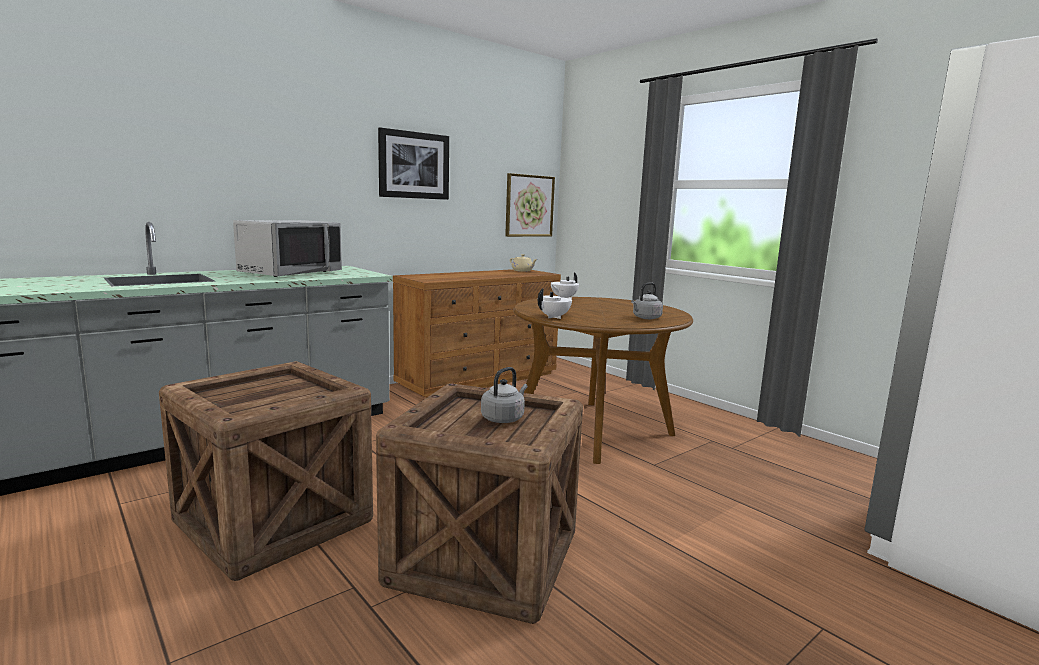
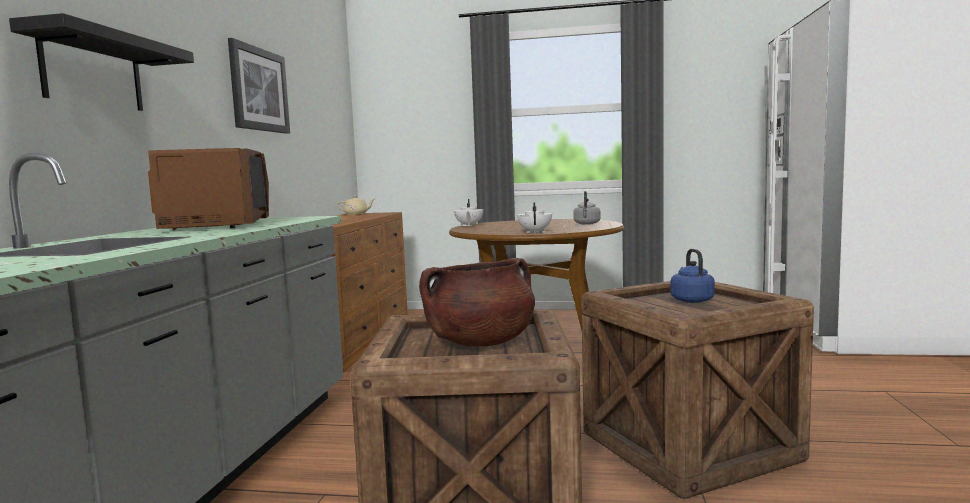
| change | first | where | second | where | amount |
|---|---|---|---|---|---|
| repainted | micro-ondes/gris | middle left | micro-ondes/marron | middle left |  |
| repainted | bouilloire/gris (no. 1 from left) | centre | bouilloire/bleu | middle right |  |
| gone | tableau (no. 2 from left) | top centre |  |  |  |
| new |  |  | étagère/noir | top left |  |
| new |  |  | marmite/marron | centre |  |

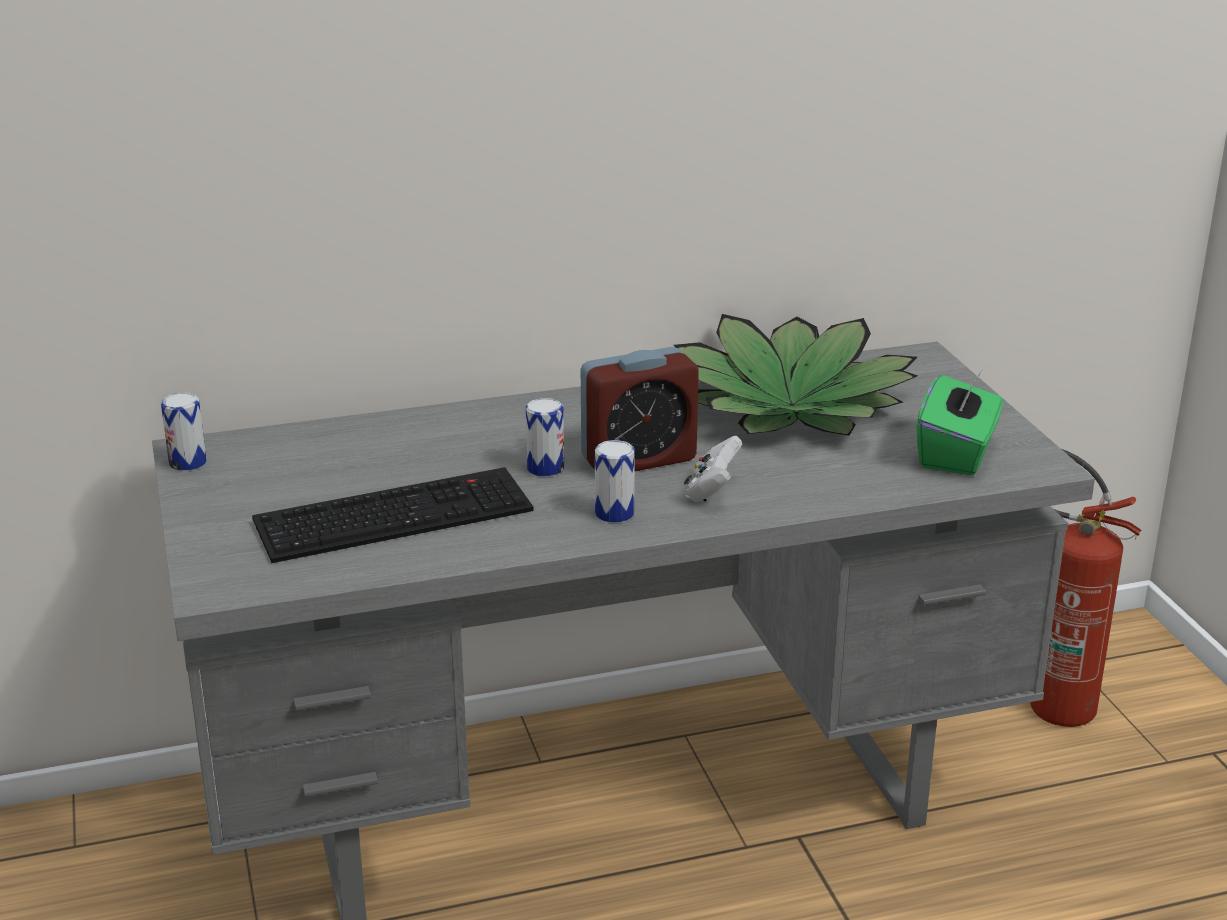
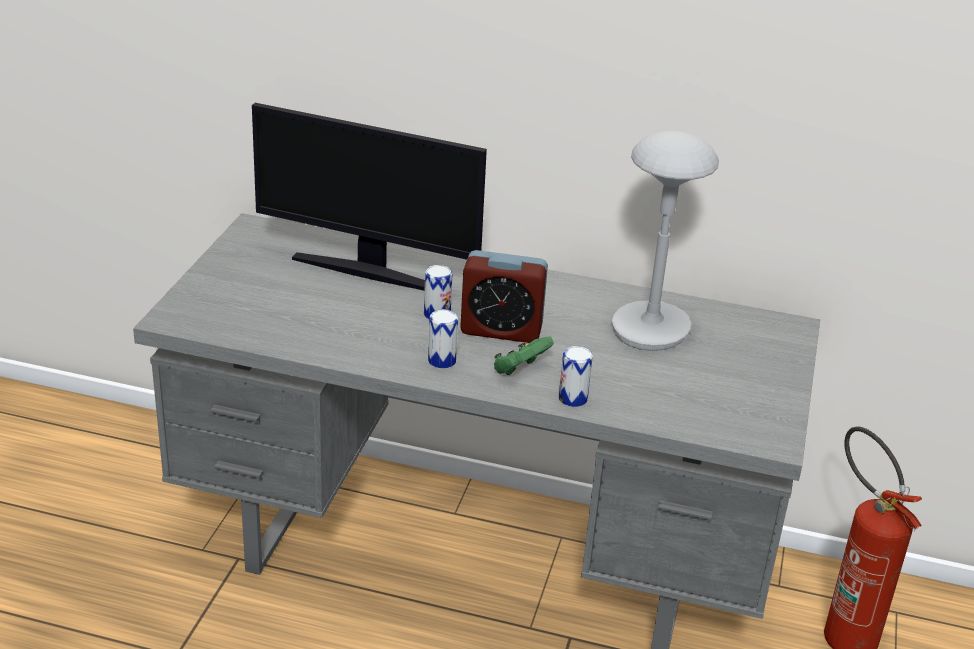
| change | first | where | second | where | amount |
|---|---|---|---|---|---|
| shifted | boîte métallique (no. 1 from left in the first image) | middle left | boîte métallique (no. 3 from left) | centre |  |
| gone | clavier | middle left |  |  |  |
| swapped | plante en pot | centre | lampe de table/gris | middle right |  |
| repainted | manette/blanc | centre | manette/vert | centre |  |
| gone | boîte à mouchoirs/vert | middle right |  |  |  |
| new |  |  | écran d'ordinateur | top centre |  |

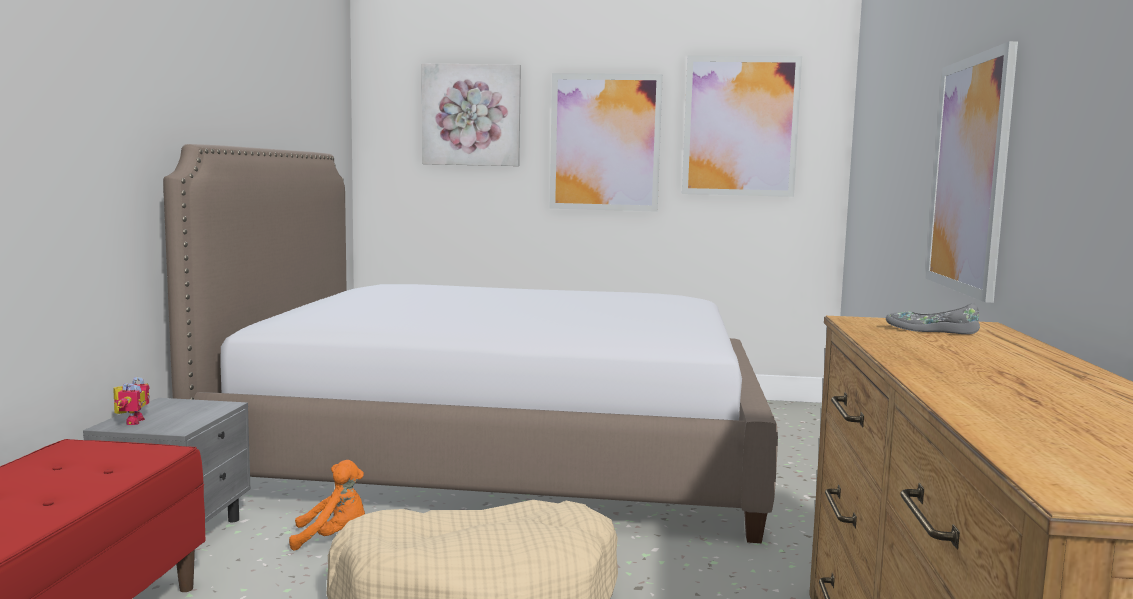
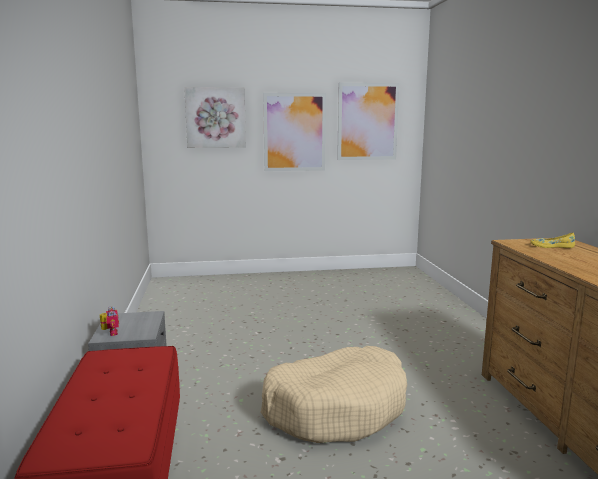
| change | first | where | second | where | amount |
|---|---|---|---|---|---|
| gone | lit | centre |  |  |  |
| gone | peluche/orange | bottom left |  |  |  |
| repainted | chaussure/gris | middle right | chaussure/jaune | middle right |  |
| gone | tableau (no. 4 from left) | top right |  |  |  |

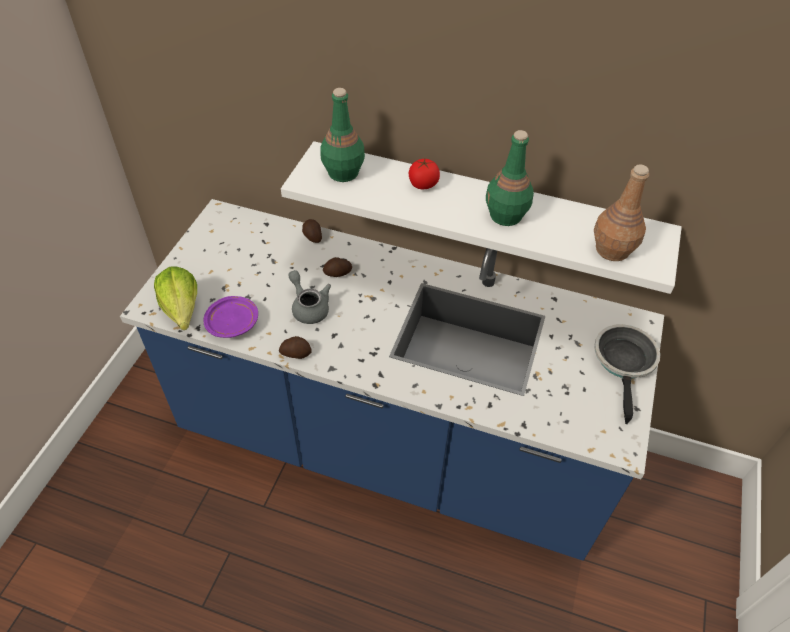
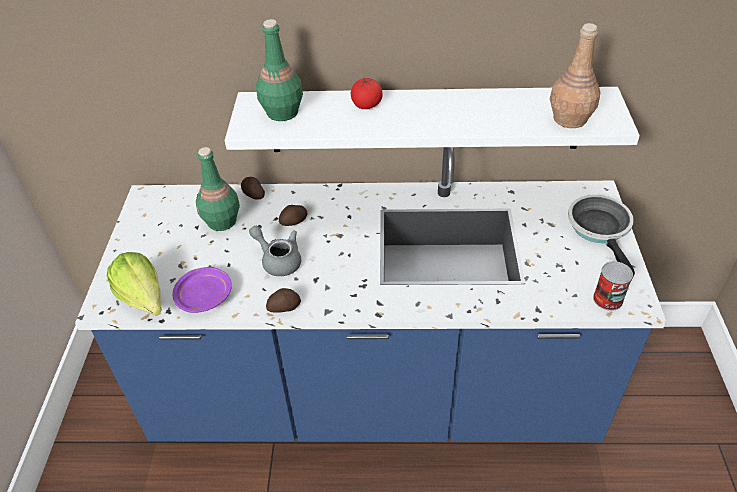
| change | first | where | second | where | amount |
|---|---|---|---|---|---|
| shifted | bouteille/vert (no. 2 from left in the first image) | top centre | bouteille/vert (no. 1 from left) | middle left |  |
| new |  |  | boîte métallique | middle right |  |

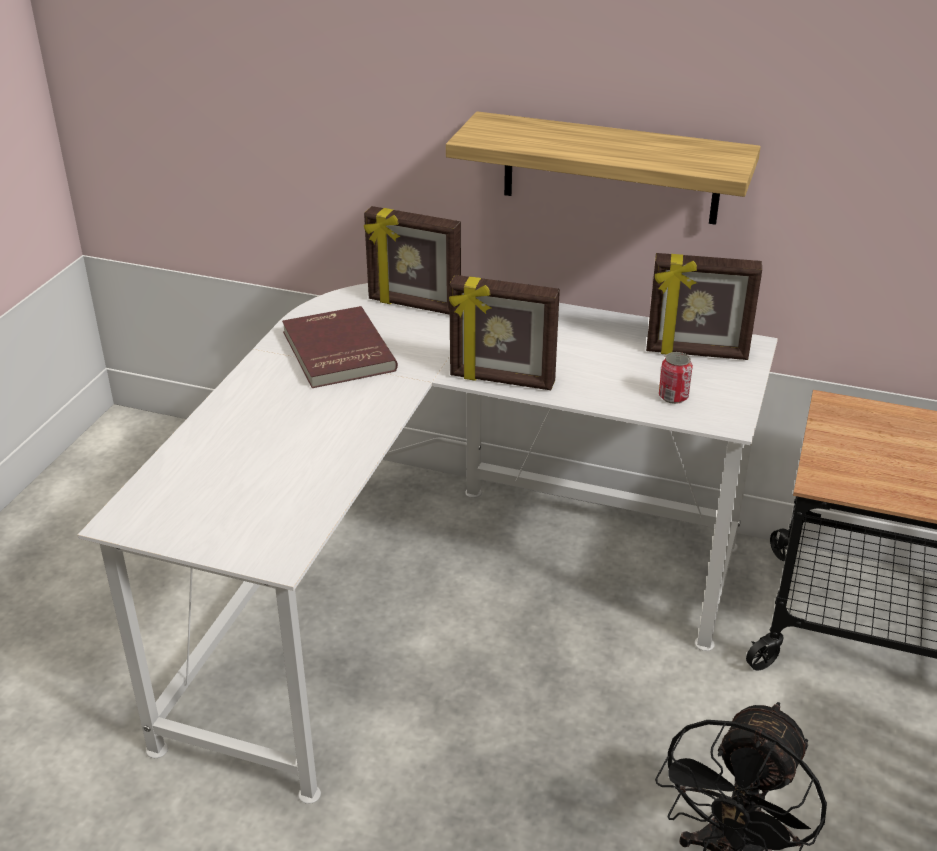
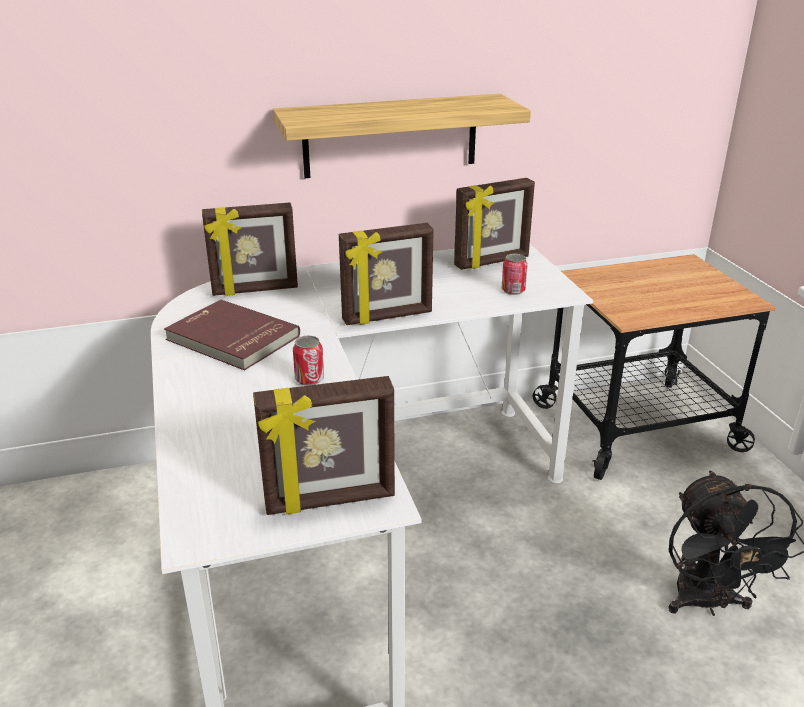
| change | first | where | second | where | amount |
|---|---|---|---|---|---|
| new |  |  | cadre photo (no. 2 from left) | centre |  |
| new |  |  | boîte métallique (no. 1 from left) | centre |  |

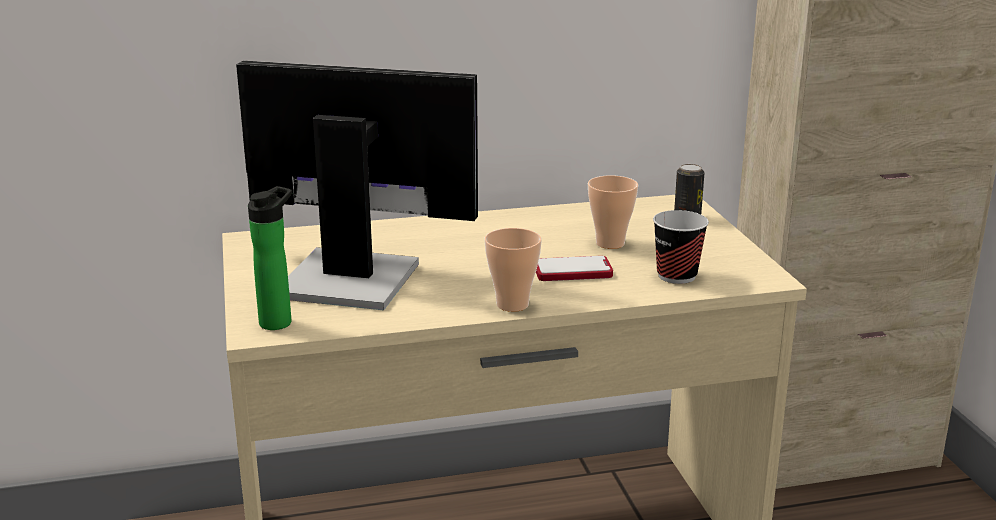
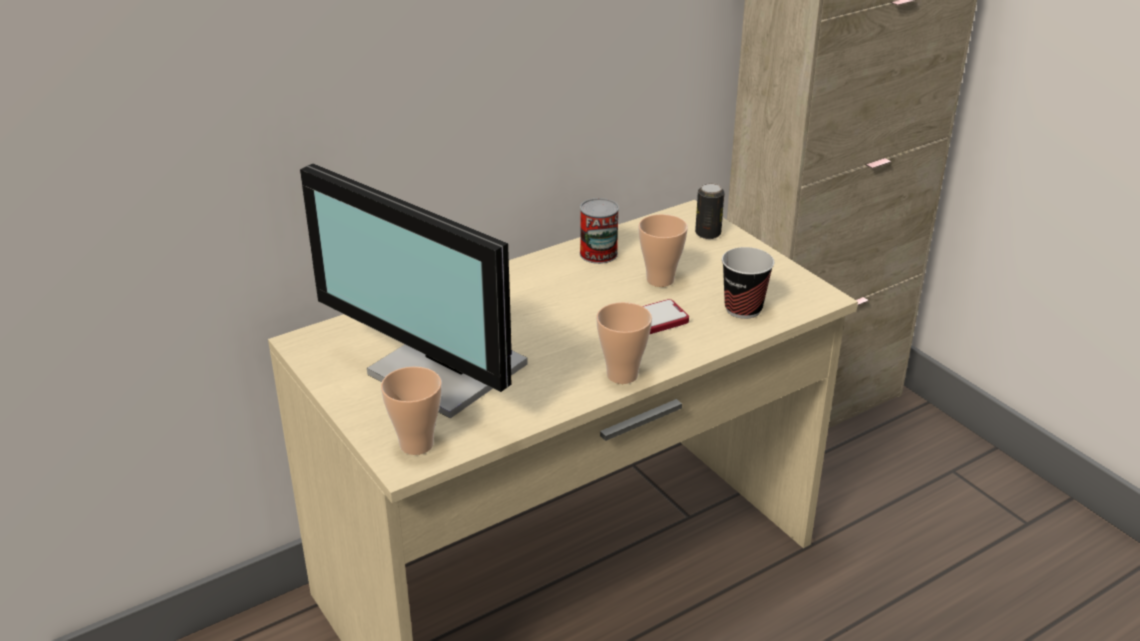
| change | first | where | second | where | amount |
|---|---|---|---|---|---|
| rotated | écran d'ordinateur | centre |  | centre | 135 degrees counterclockwise |
| swapped | bouteille | middle left | tasse (no. 1 from left) | centre |  |
| new |  |  | boîte métallique (no. 1 from left) | centre |  |

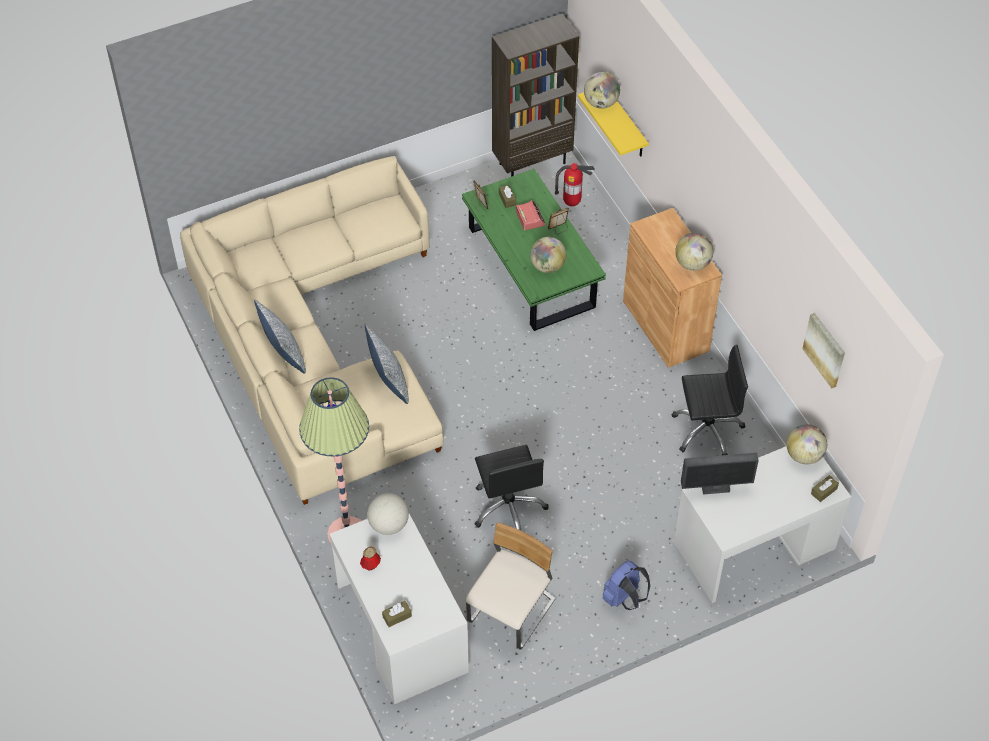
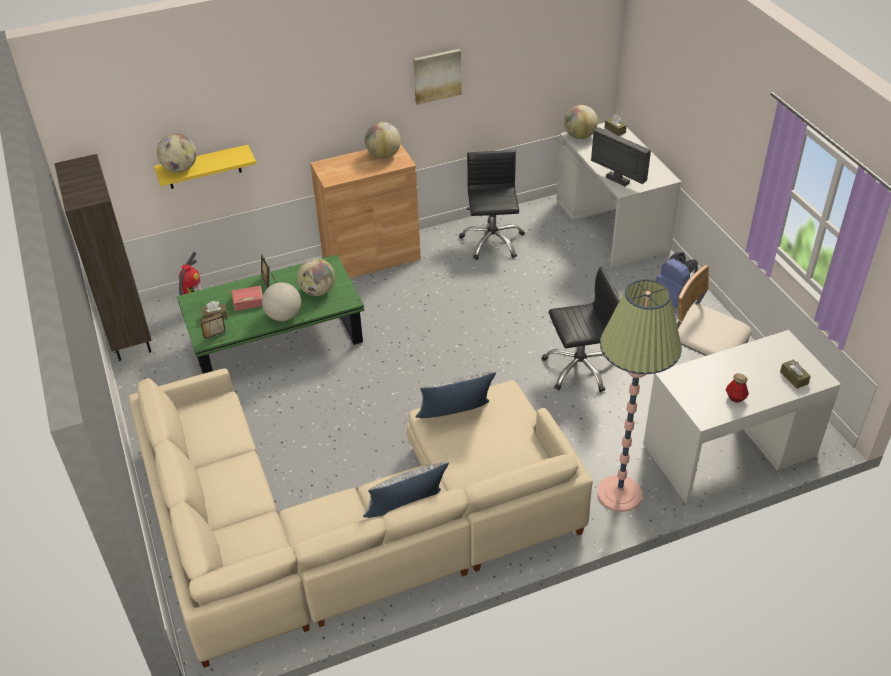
| change | first | where | second | where | amount |
|---|---|---|---|---|---|
| shifted | globe (no. 1 from left in the first image) | bottom centre | globe (no. 2 from left) | middle left |  |
| rotated | écran d'ordinateur | middle right |  | top right | 45 degrees counterclockwise |
| shifted | tableau | middle right |  | top centre |  |

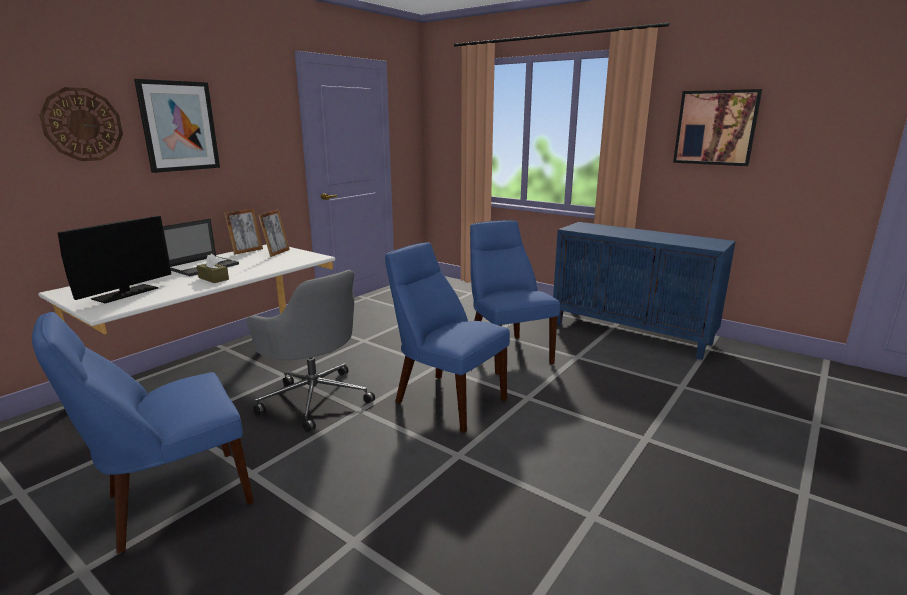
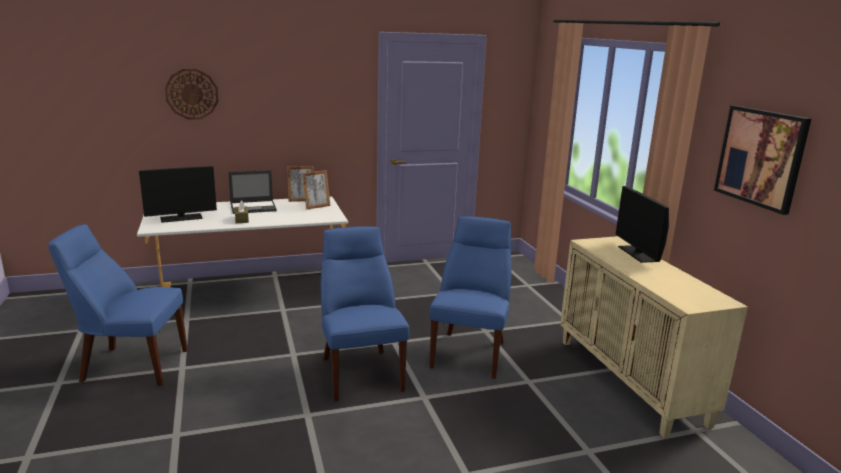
| change | first | where | second | where | amount |
|---|---|---|---|---|---|
| gone | tableau (no. 1 from left) | top left |  |  |  |
| gone | chaise de bureau/gris | centre |  |  |  |
| repainted | meuble de rangement/bleu | middle right | meuble de rangement/beige | bottom right |  |
| new |  |  | écran d'ordinateur (no. 2 from left) | middle right |  |

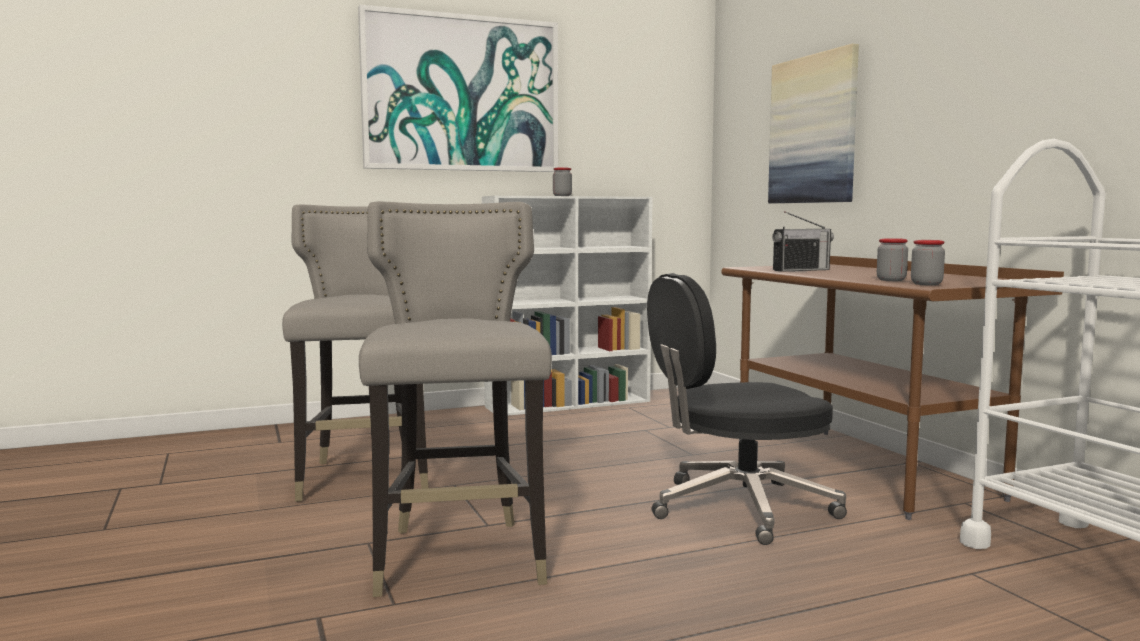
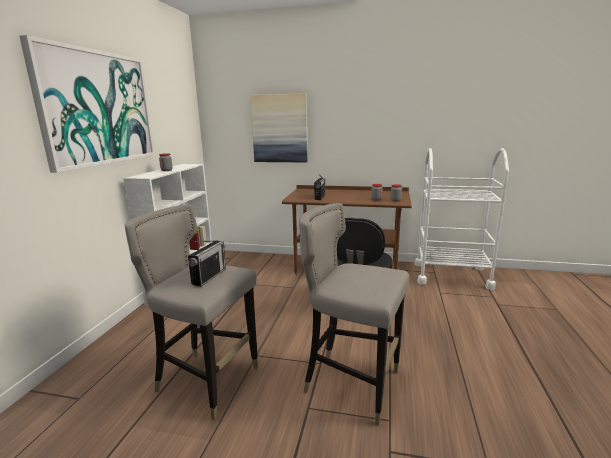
| change | first | where | second | where | amount |
|---|---|---|---|---|---|
| new |  |  | radio (no. 1 from left) | centre |  |

